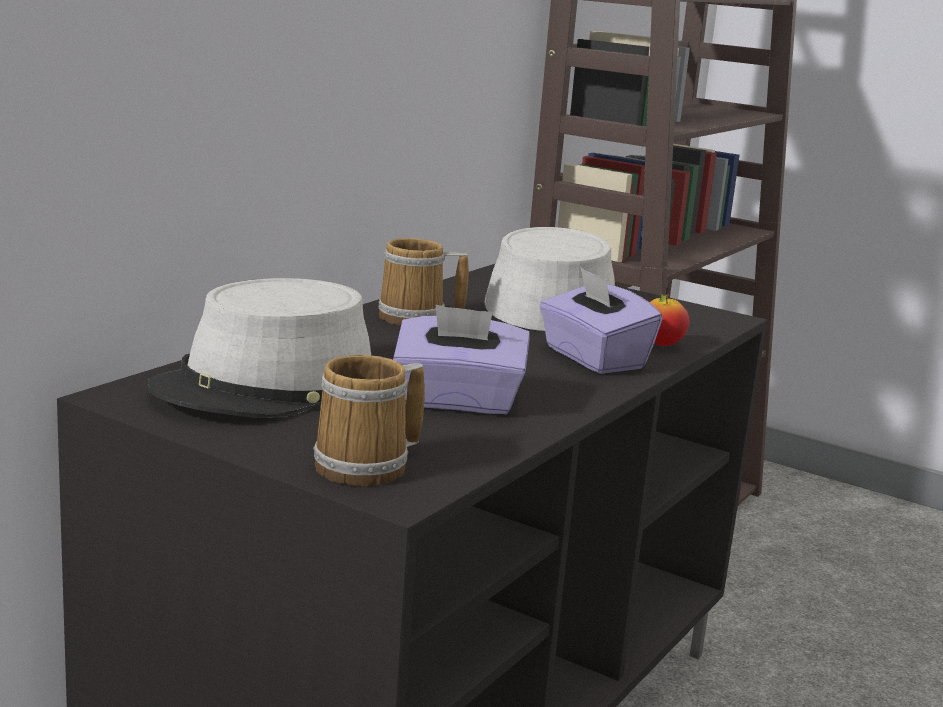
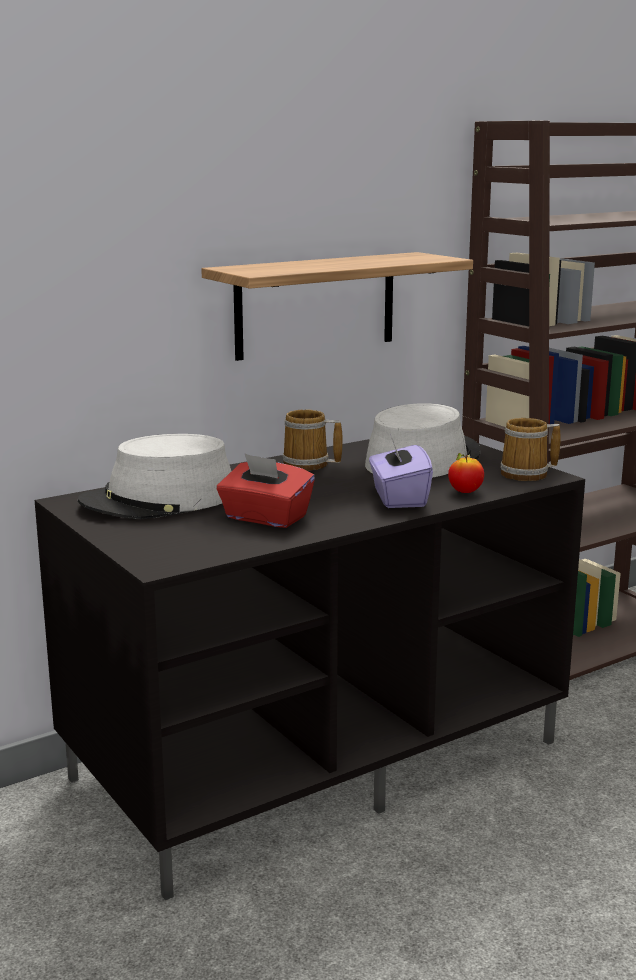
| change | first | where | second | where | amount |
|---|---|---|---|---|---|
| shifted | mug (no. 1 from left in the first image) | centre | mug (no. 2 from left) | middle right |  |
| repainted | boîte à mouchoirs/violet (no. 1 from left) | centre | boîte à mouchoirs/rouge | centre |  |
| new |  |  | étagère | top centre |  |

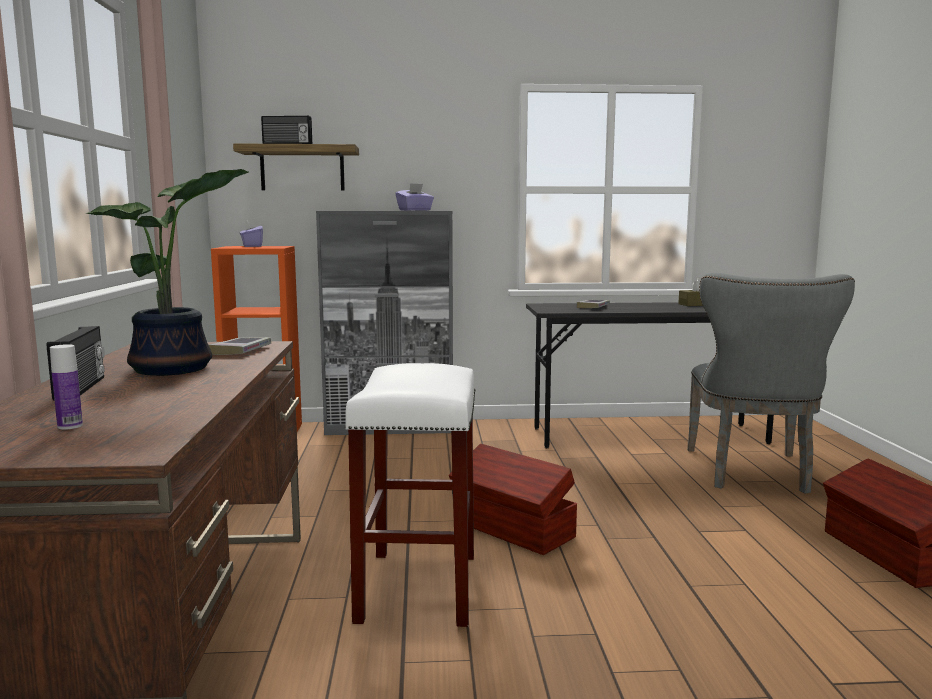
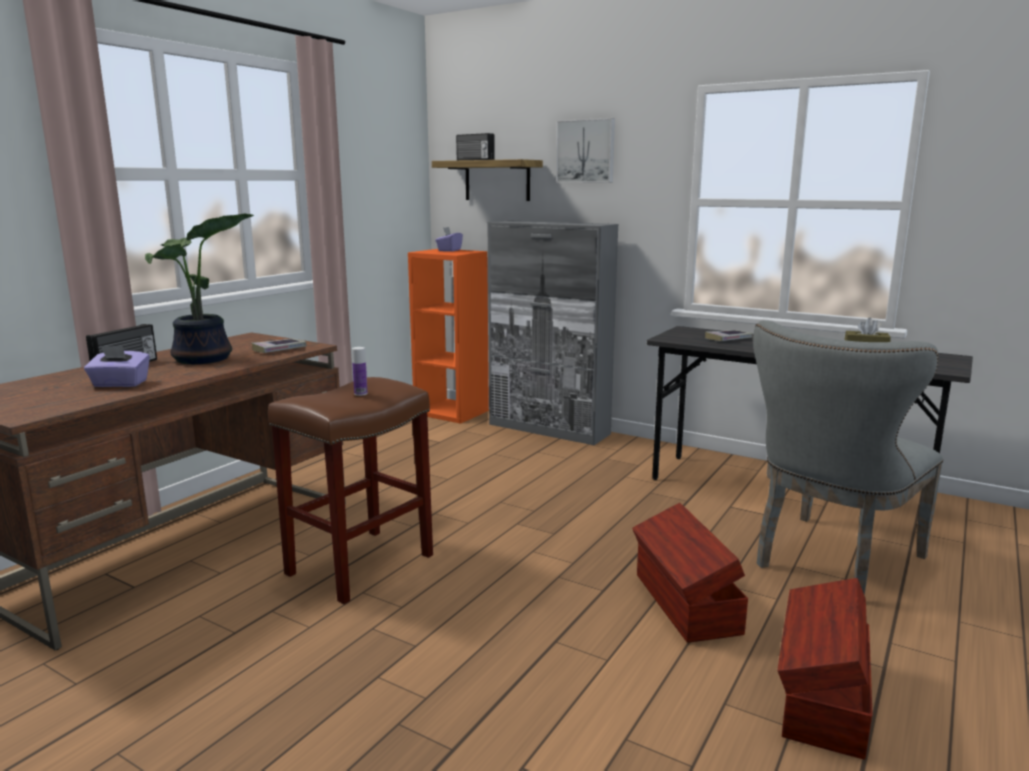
| change | first | where | second | where | amount |
|---|---|---|---|---|---|
| shifted | bouteille | middle left |  | centre |  |
| repainted | tabouret/blanc | bottom centre | tabouret/marron | centre |  |
| shifted | boîte à mouchoirs/violet (no. 2 from left in the first image) | top centre | boîte à mouchoirs/violet (no. 1 from left) | middle left |  |
| shifted | boîte de rangement/marron (no. 1 from left) | bottom centre |  | bottom right |  |
| new |  |  | tableau | top centre |  |

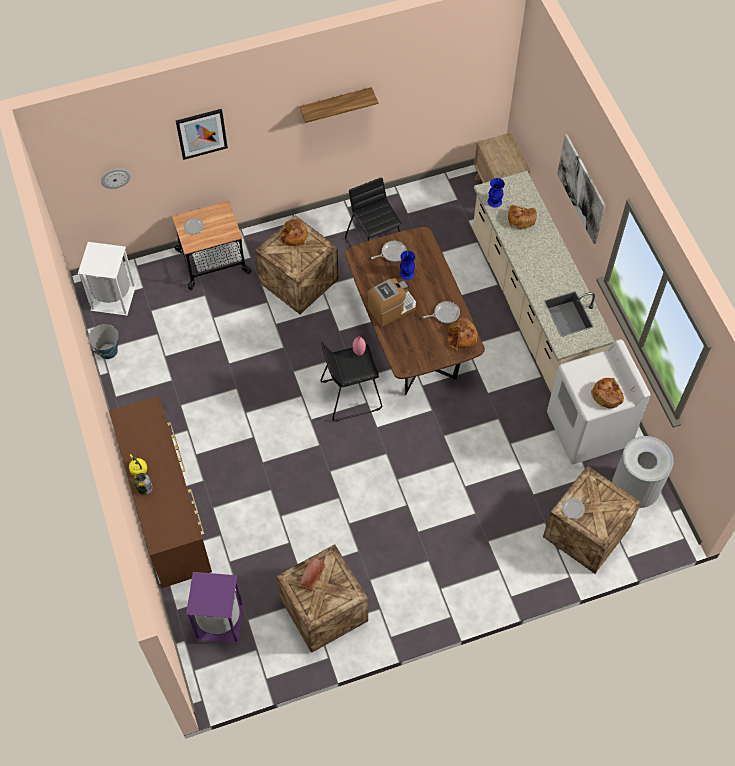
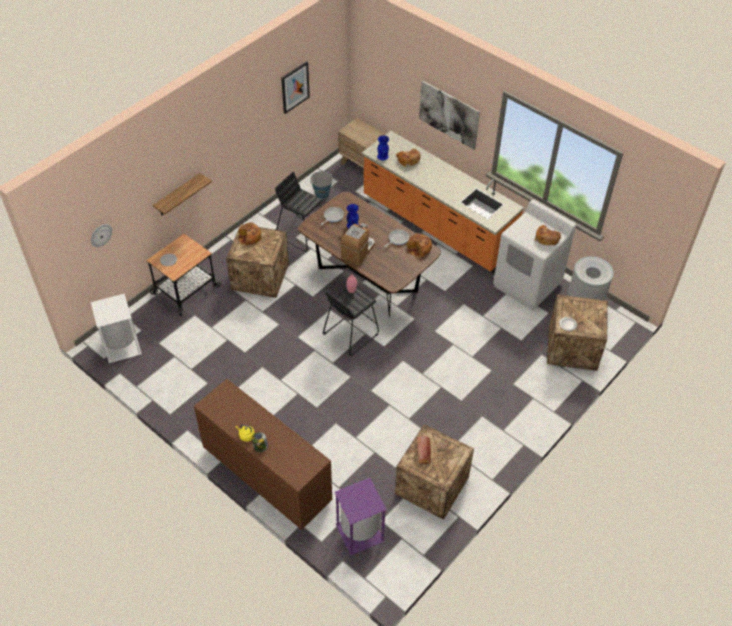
| change | first | where | second | where | amount |
|---|---|---|---|---|---|
| shifted | seau | middle left |  | top centre |  |
| shifted | tableau (no. 1 from left) | top left |  | top centre |  |
| shifted | étagère | top centre |  | top left |  |
| repainted | comptoir de cuisine/beige | middle right | comptoir de cuisine/orange | top centre |  |

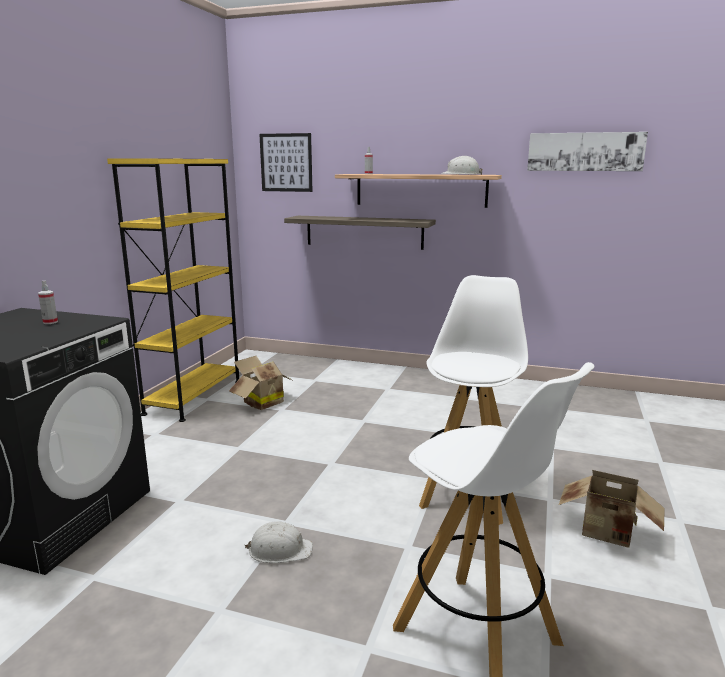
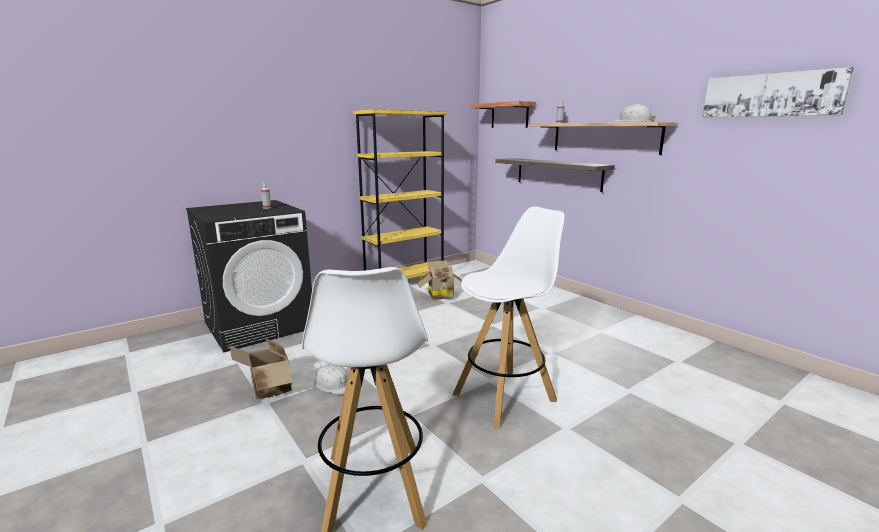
| change | first | where | second | where | amount |
|---|---|---|---|---|---|
| swapped | tableau (no. 1 from left) | top centre | étagère (no. 1 from left) | top centre |  |
| shifted | carton (no. 2 from left in the first image) | bottom right | carton (no. 1 from left) | bottom left |  |

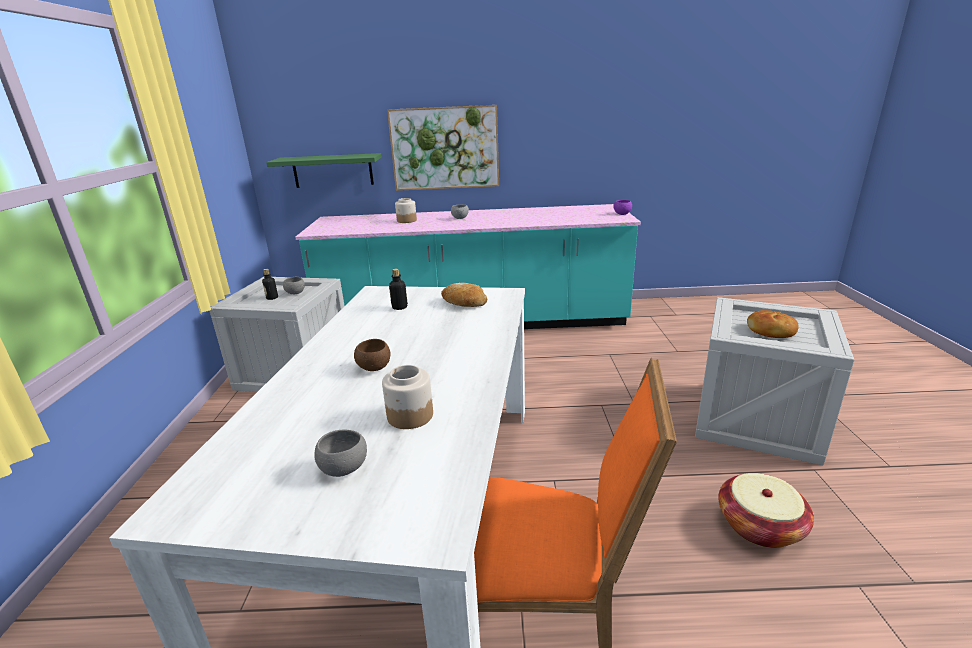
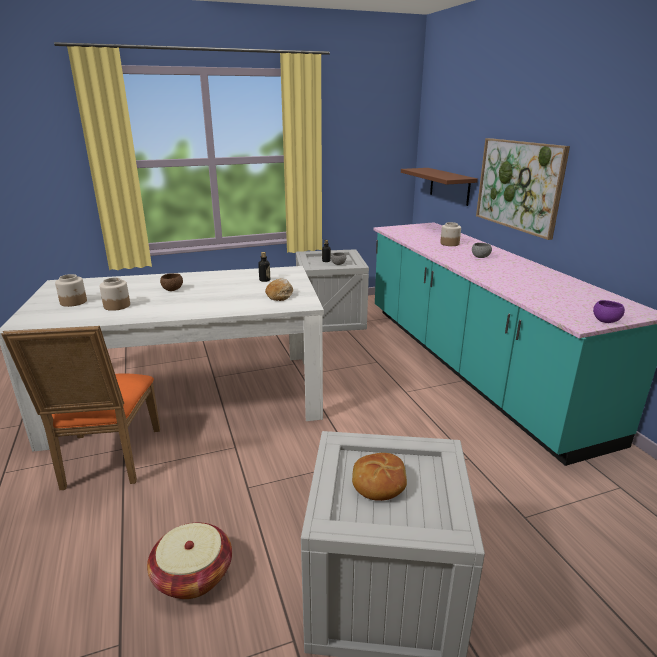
| change | first | where | second | where | amount |
|---|---|---|---|---|---|
| repainted | étagère/vert | top centre | étagère/marron | top right |  |
| swapped | bol/gris (no. 2 from left) | bottom centre | bocal (no. 1 from left) | middle left |  |

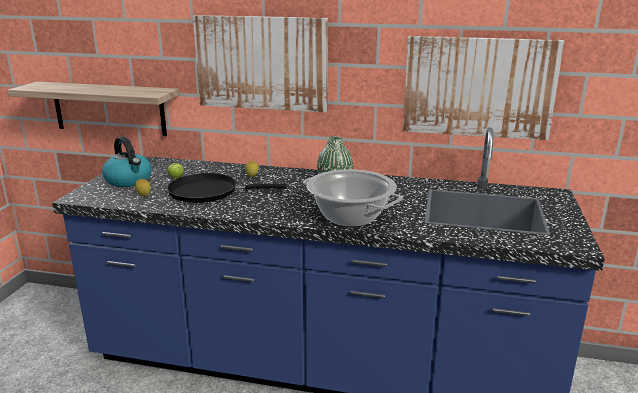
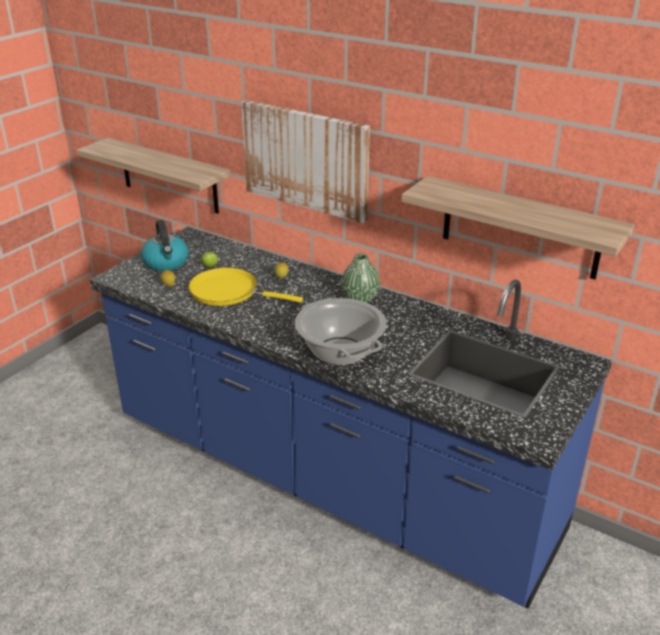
| change | first | where | second | where | amount |
|---|---|---|---|---|---|
| repainted | poêle/noir | centre | poêle/jaune | centre |  |
| swapped | tableau (no. 2 from left) | top right | étagère (no. 2 from left) | middle right |  |

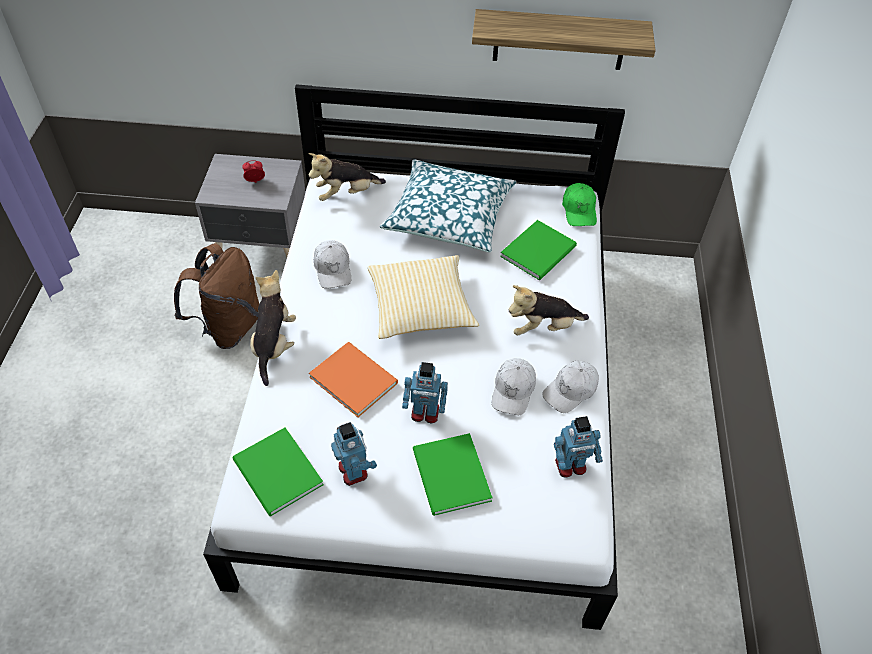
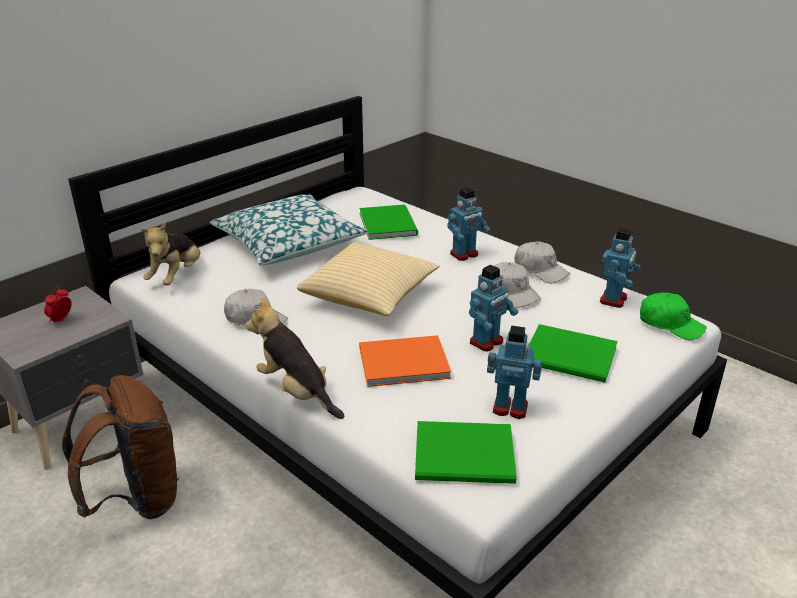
| change | first | where | second | where | amount |
|---|---|---|---|---|---|
| gone | étagère | top centre |  |  |  |
| swapped | peluche (no. 3 from left) | centre | robot jouet (no. 1 from left) | centre |  |
| rotated | casquette/blanc (no. 3 from left) | centre |  | middle right | 45 degrees counterclockwise |
| shifted | casquette/vert | top centre |  | middle right |  |

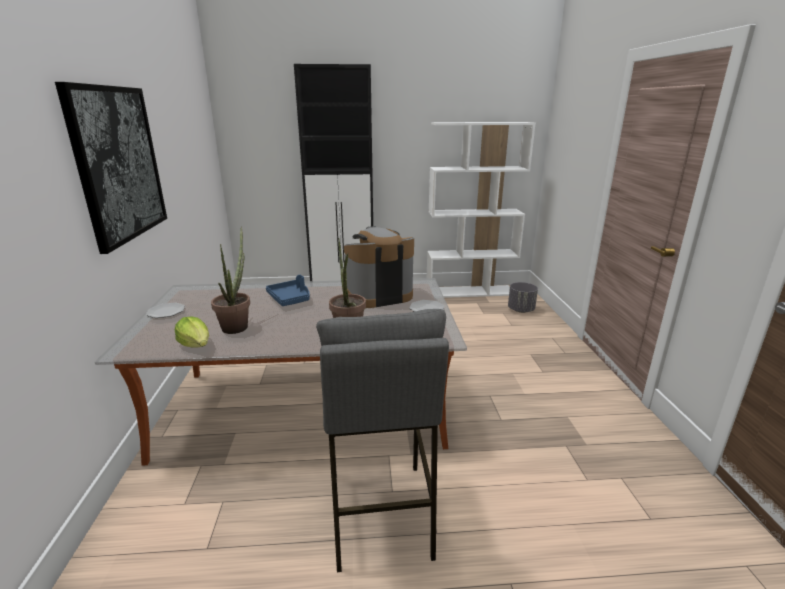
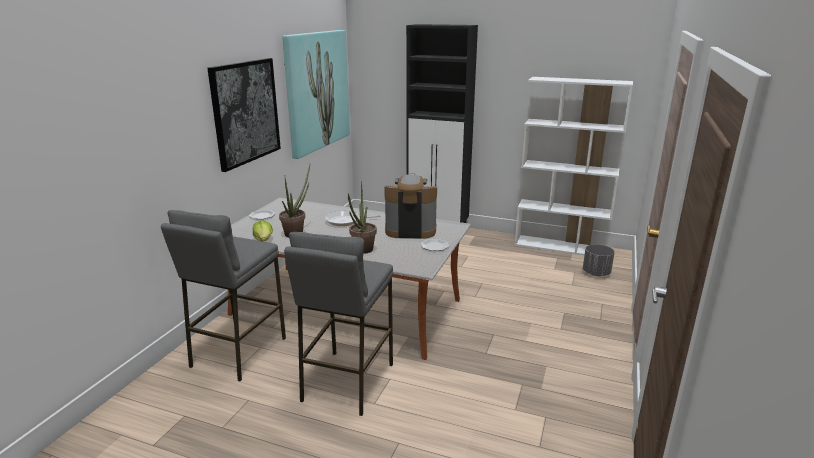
| change | first | where | second | where | amount |
|---|---|---|---|---|---|
| swapped | plateau/bleu | centre | poêle | centre |  |
| new |  |  | tabouret/gris (no. 1 from left) | middle left |  |
| new |  |  | tableau (no. 2 from left) | top centre |  |

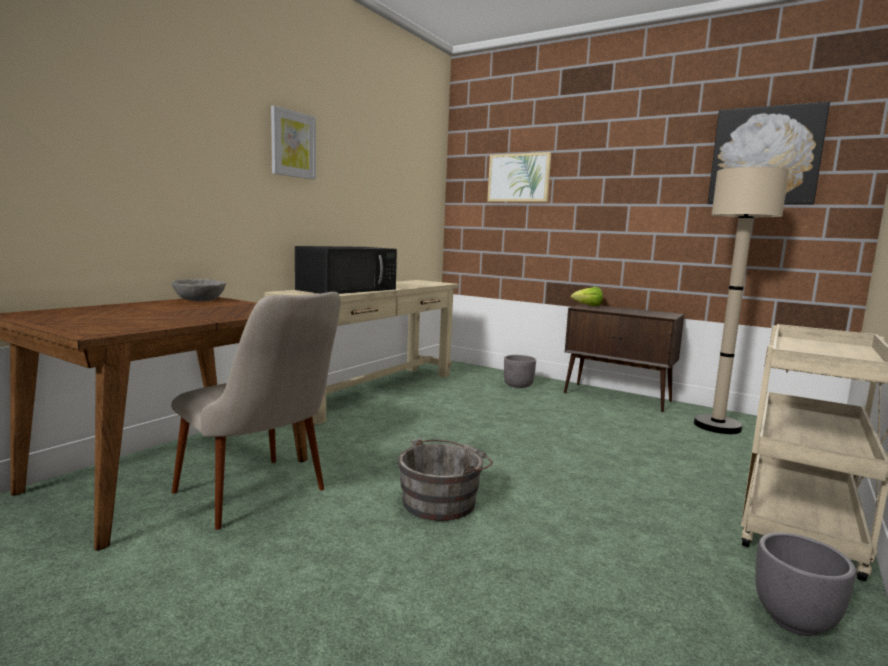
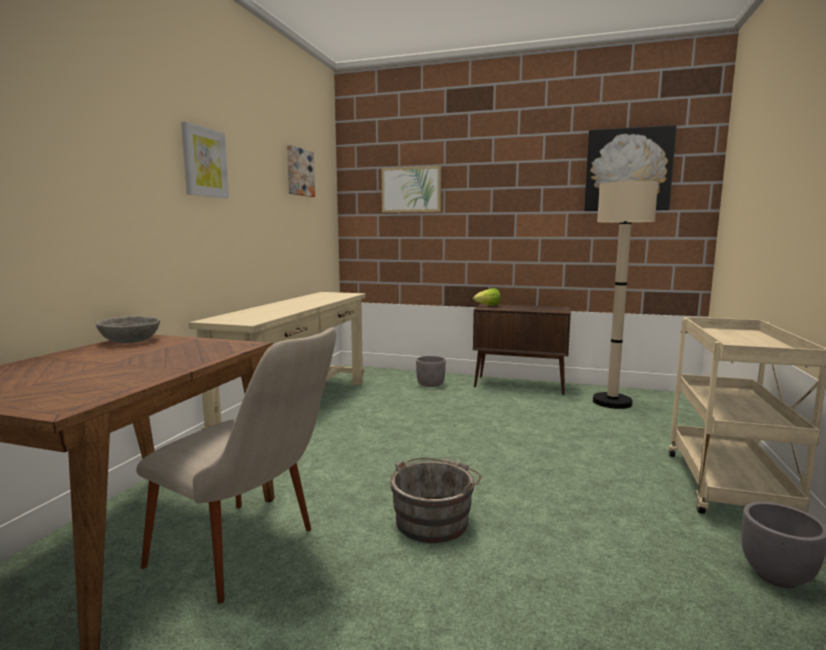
| change | first | where | second | where | amount |
|---|---|---|---|---|---|
| gone | micro-ondes/noir | centre |  |  |  |
| new |  |  | tableau (no. 2 from left) | top centre |  |

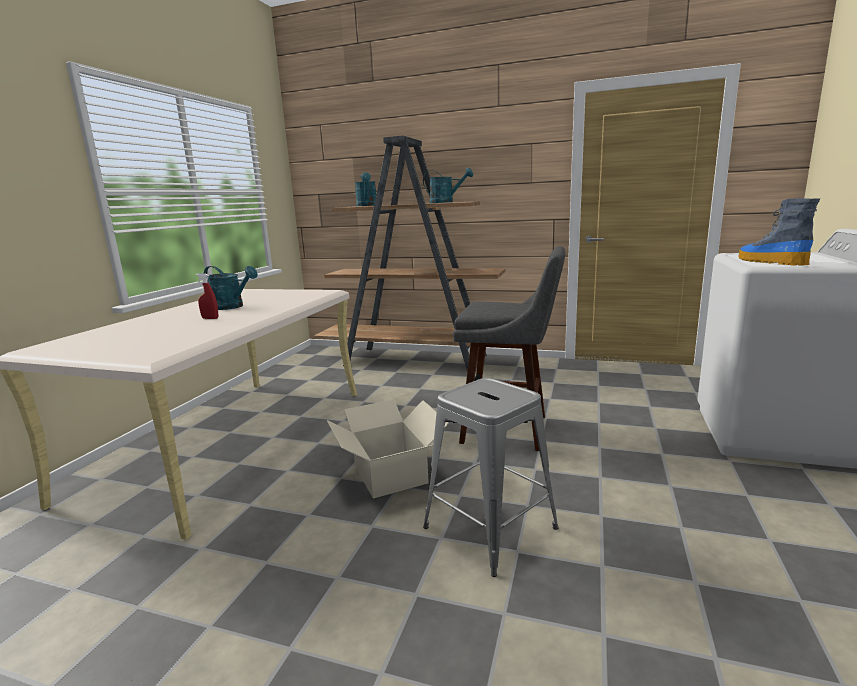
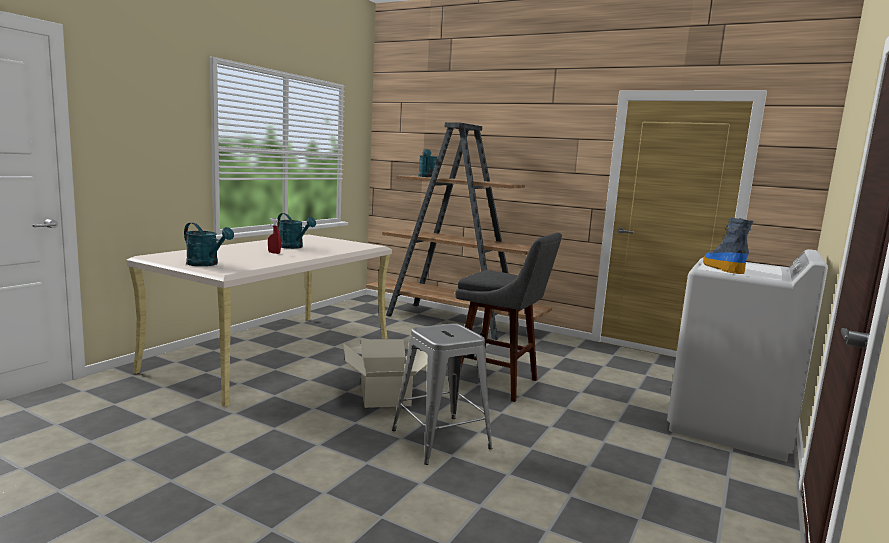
| change | first | where | second | where | amount |
|---|---|---|---|---|---|
| shifted | arrosoir/turquoise (no. 3 from left in the first image) | top centre | arrosoir/turquoise (no. 1 from left) | middle left |  |

